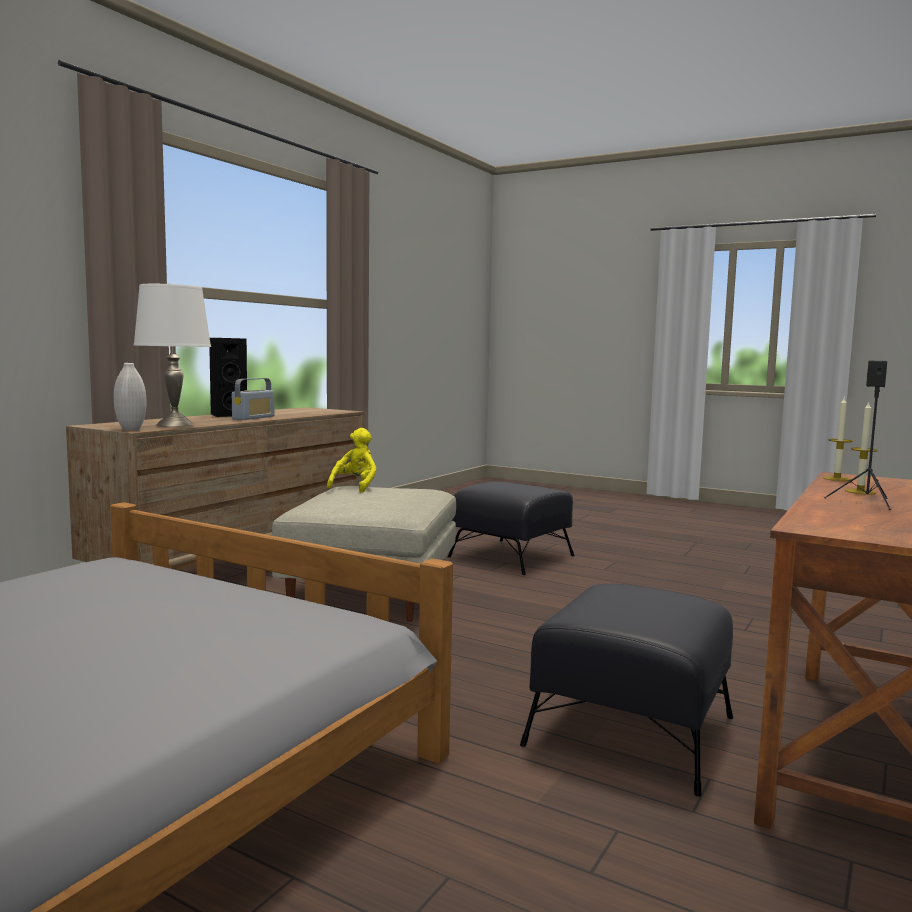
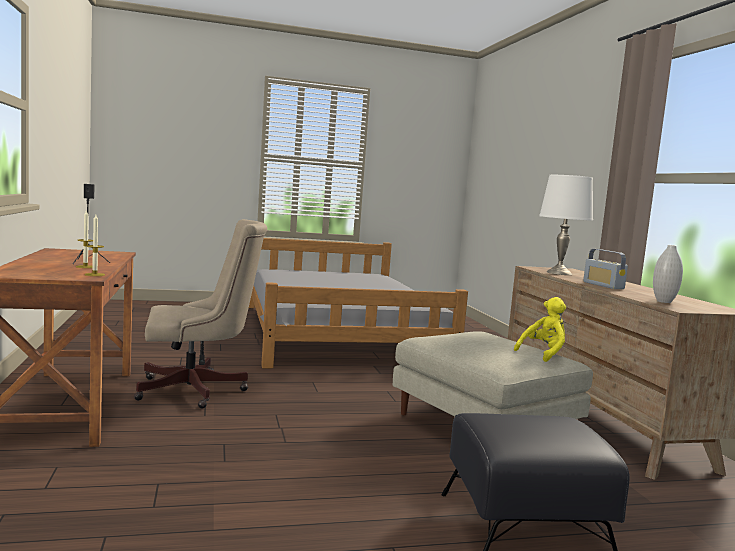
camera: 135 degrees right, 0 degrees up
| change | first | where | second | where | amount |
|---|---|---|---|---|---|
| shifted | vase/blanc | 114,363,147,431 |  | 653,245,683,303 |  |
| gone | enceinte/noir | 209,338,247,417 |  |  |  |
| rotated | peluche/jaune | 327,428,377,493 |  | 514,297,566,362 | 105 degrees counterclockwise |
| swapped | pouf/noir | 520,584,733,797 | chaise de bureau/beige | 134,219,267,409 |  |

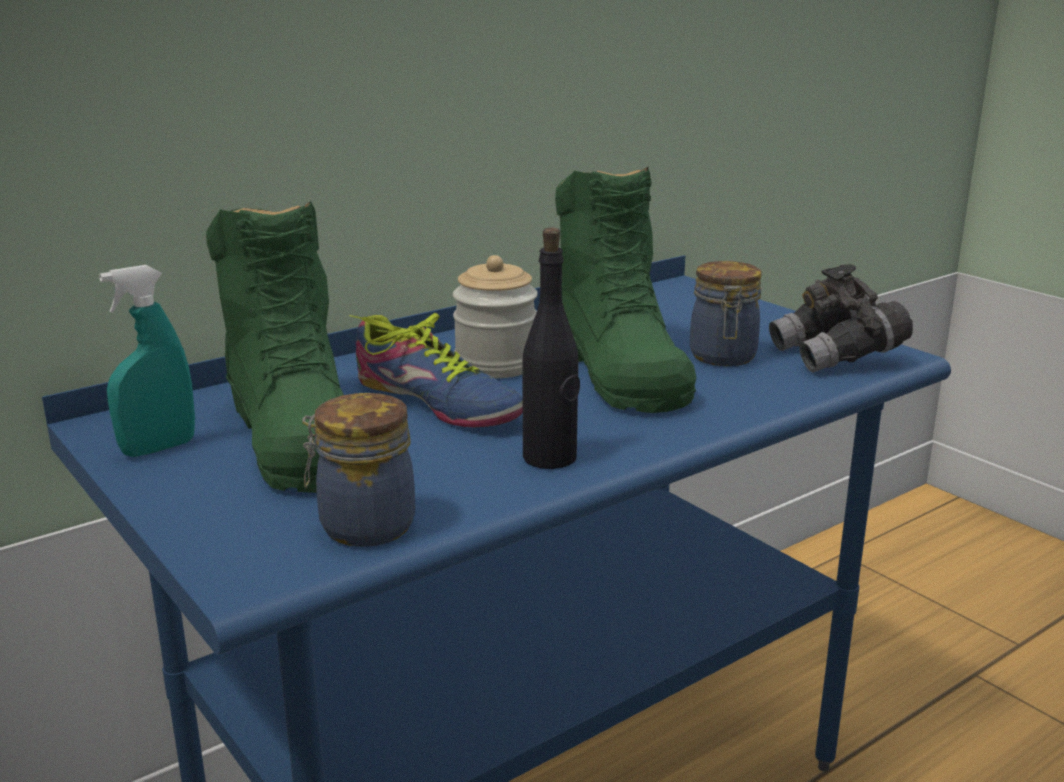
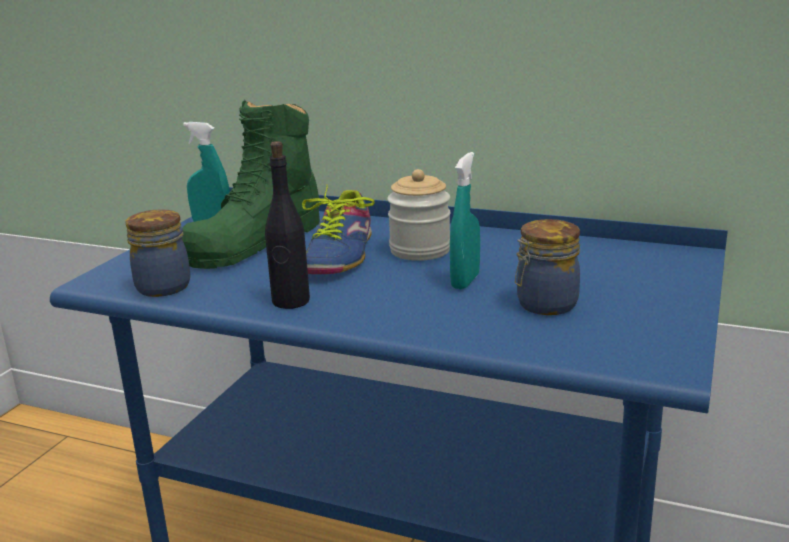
camera: 60 degrees right, 0 degrees up
| change | first | where | second | where | amount |
|---|---|---|---|---|---|
| swapped | botte/vert | 555,167,696,413 | vaporisateur/turquoise | 450,152,480,289 |  |
| gone | jumelles/gris | 769,264,913,372 |  |  |  |

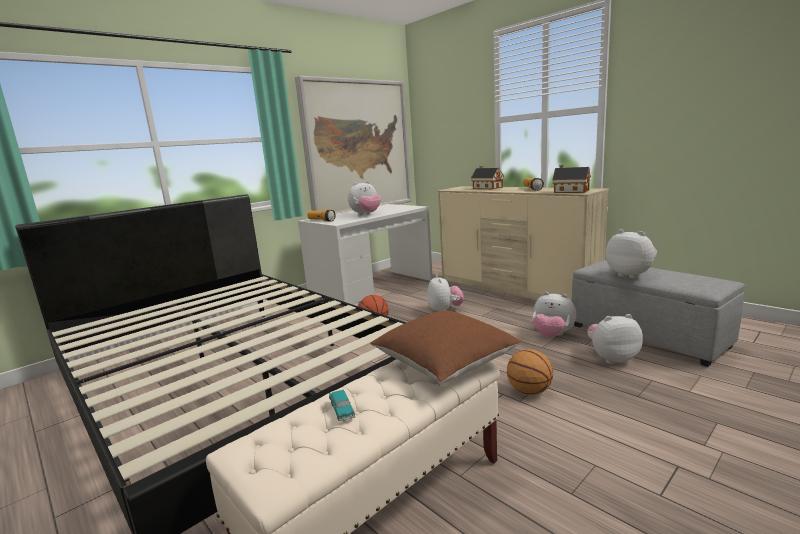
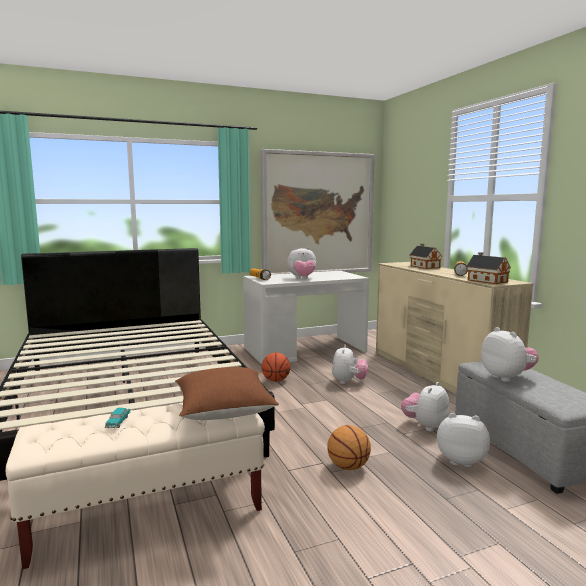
camera: 20 degrees right, 5 degrees down
| change | first | where | second | where | amount |
|---|---|---|---|---|---|
| rotated | peluche | 533,292,576,338 |  | 401,382,449,431 | 75 degrees clockwise |

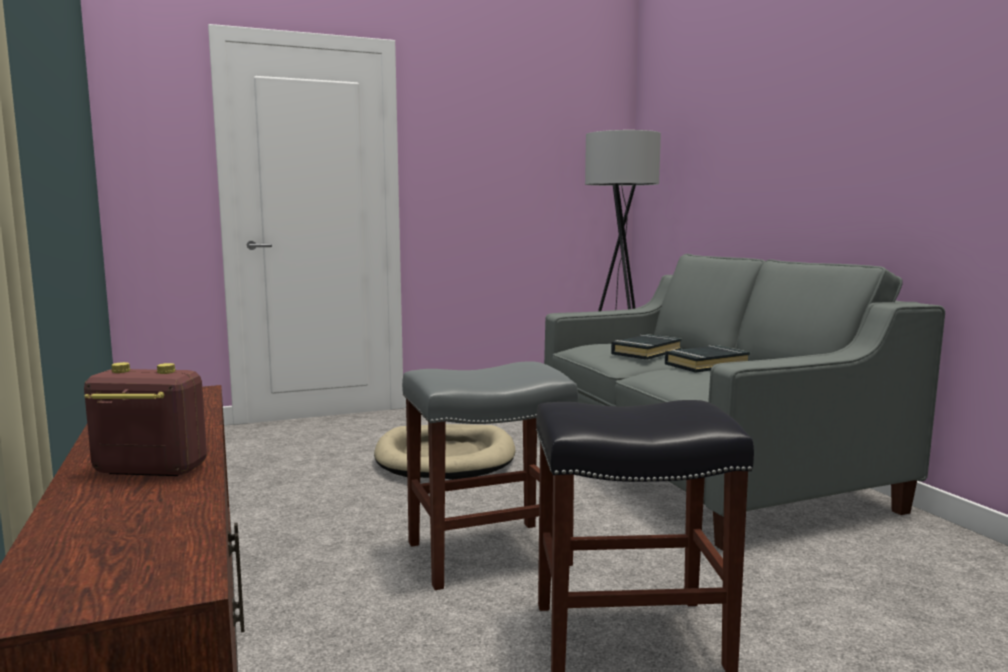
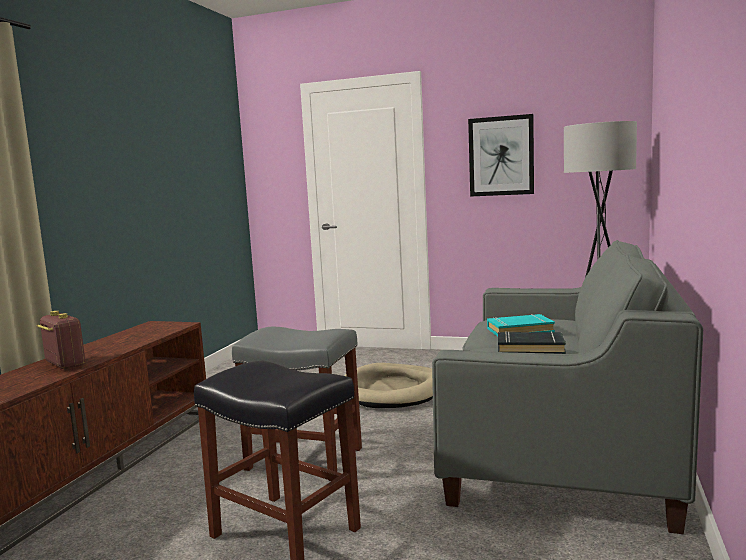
camera: 40 degrees right, 0 degrees up
| change | first | where | second | where | amount |
|---|---|---|---|---|---|
| repainted | livre/noir | 611,334,682,360 | livre/turquoise | 487,314,555,336 |  |
| new |  |  | tableau | 468,114,534,197 |  |

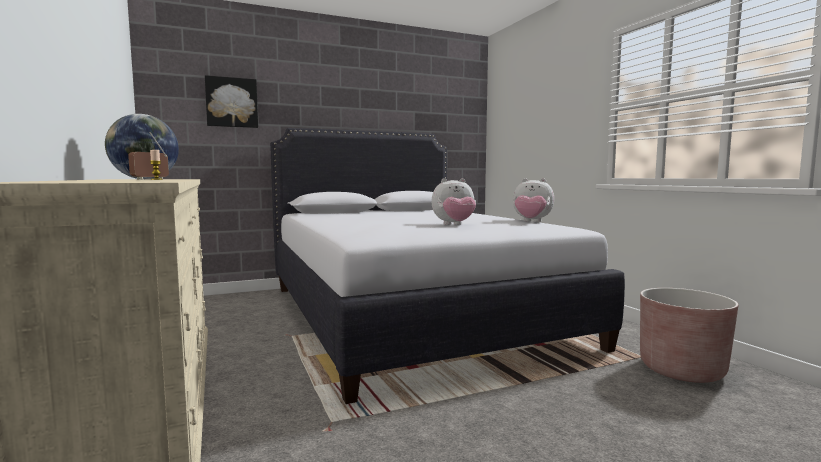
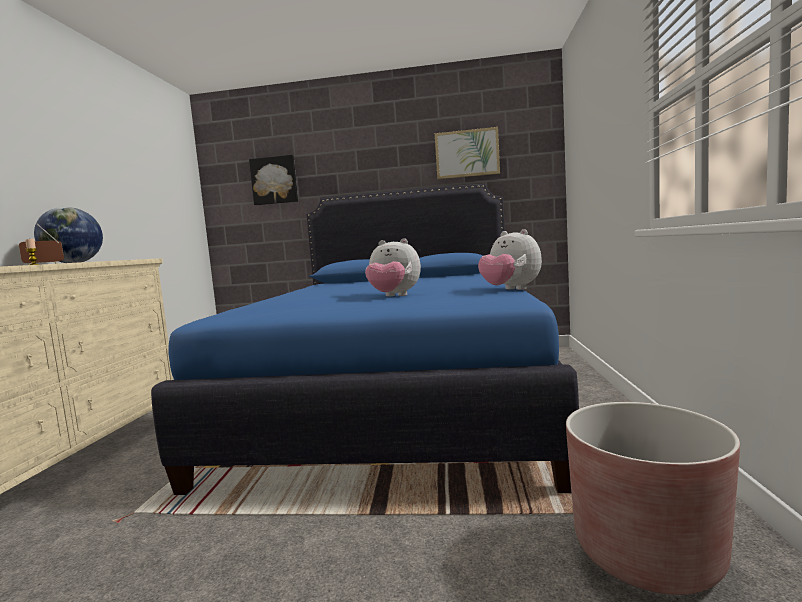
camera: 30 degrees right, 0 degrees up
| change | first | where | second | where | amount |
|---|---|---|---|---|---|
| repainted | lit/blanc | 270,128,625,404 | lit/bleu | 151,184,579,495 |  |
| new |  |  | tableau | 435,127,500,179 |  |

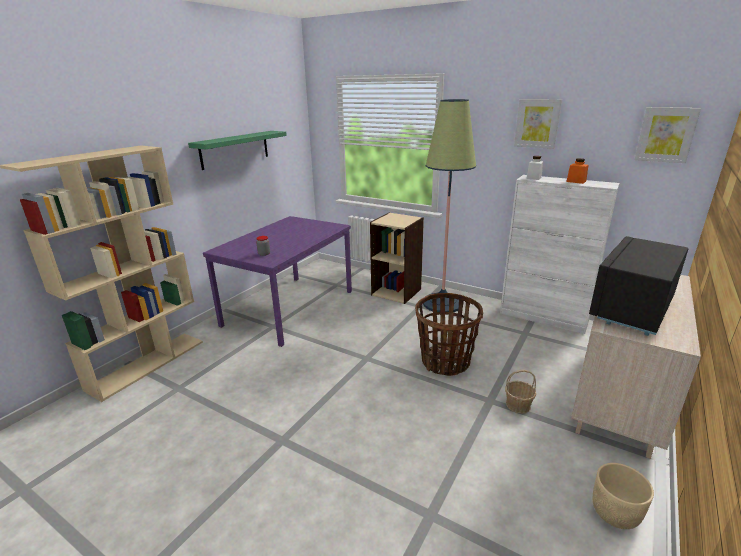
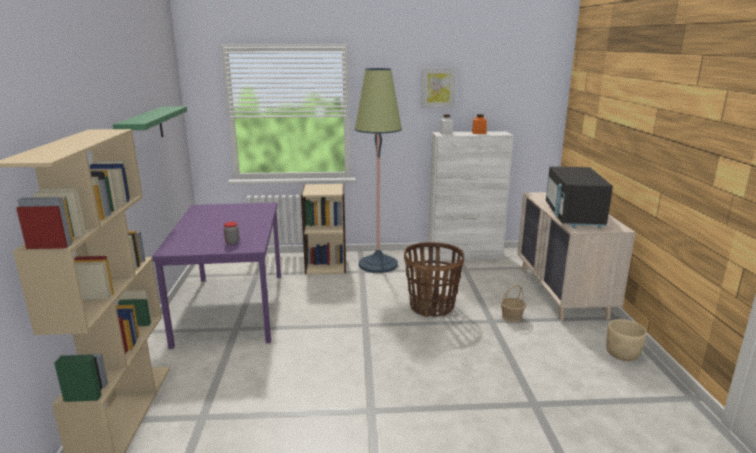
camera: 35 degrees left, 5 degrees down
| change | first | where | second | where | amount |
|---|---|---|---|---|---|
| gone | tableau | 635,107,701,163 |  |  |  |

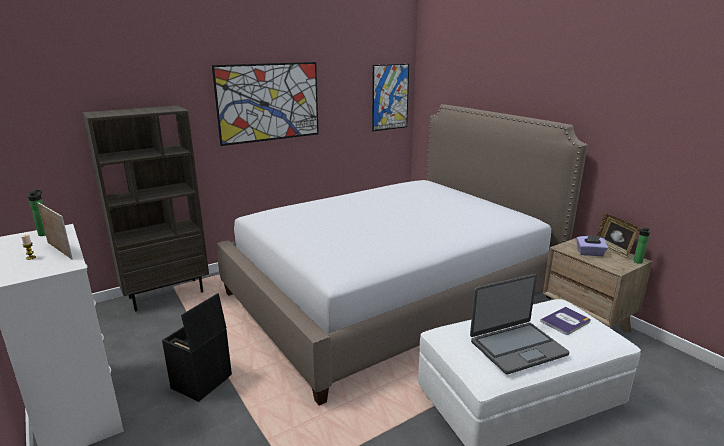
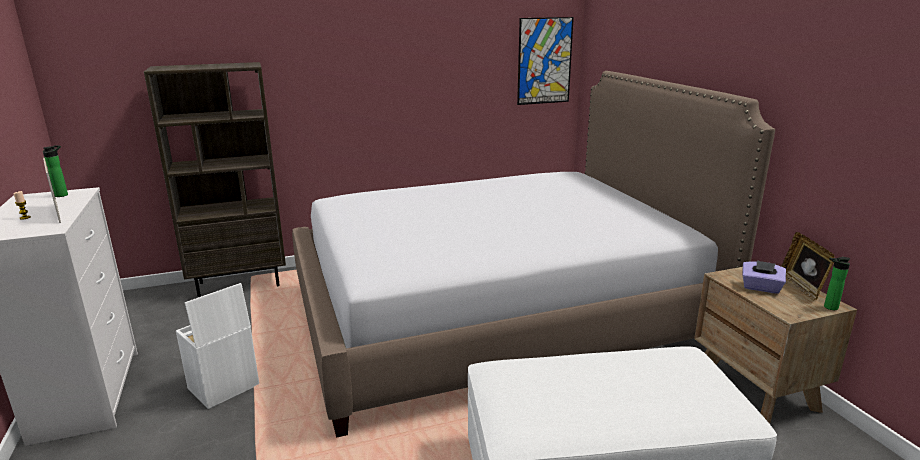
camera: 15 degrees right, 0 degrees up
| change | first | where | second | where | amount |
|---|---|---|---|---|---|
| repainted | boîte de rangement/noir | 162,293,232,402 | boîte de rangement/blanc | 176,283,259,409 |  |
| gone | tableau | 212,62,319,146 |  |  |  |
| gone | ordinateur portable | 470,274,569,374 |  |  |  |
| gone | livre | 540,307,591,335 |  |  |  |

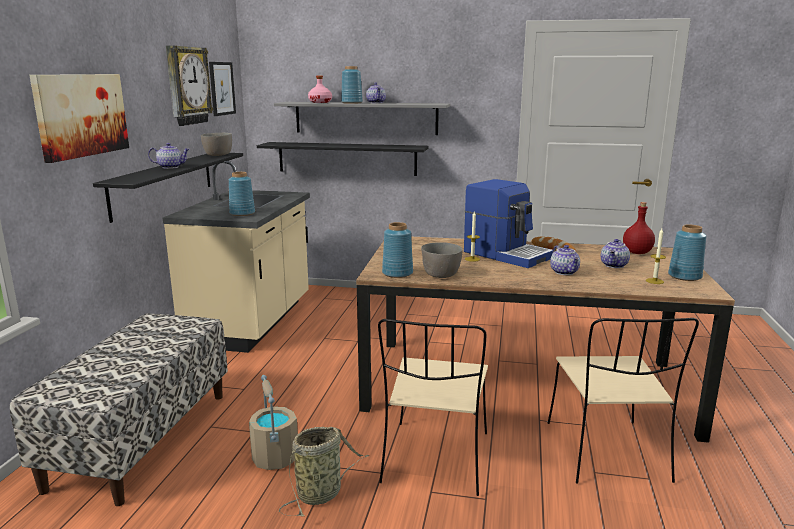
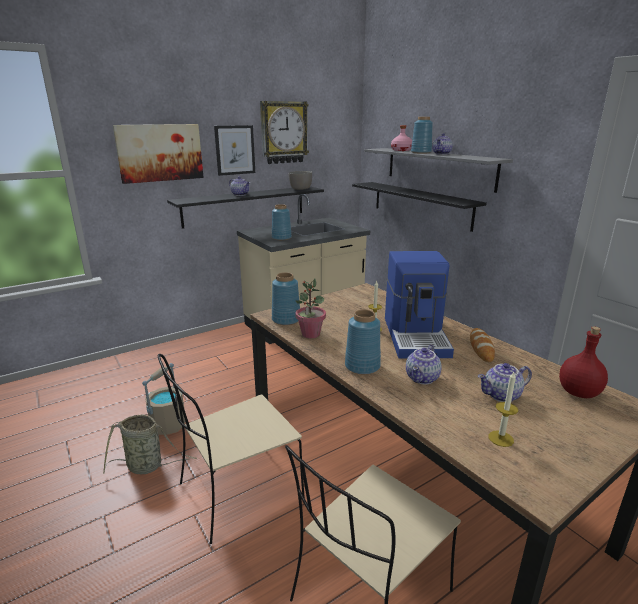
camera: 45 degrees right, 5 degrees up
| change | first | where | second | where | amount |
|---|---|---|---|---|---|
| gone | banc | 10,313,228,506 |  |  |  |
| shifted | tableau | 209,62,236,116 |  | 214,125,255,176 |  |
| swapped | bol/gris | 421,242,463,278 | plante en pot | 295,278,326,338 |  |
| shifted | vase/bleu | 668,225,706,281 |  | 345,309,381,375 |  |

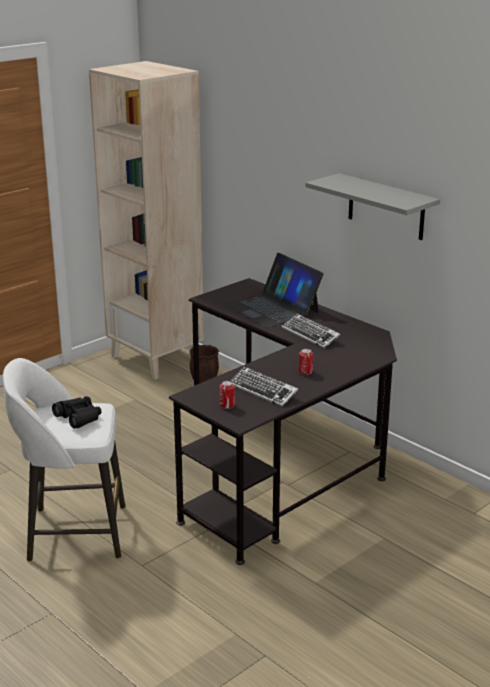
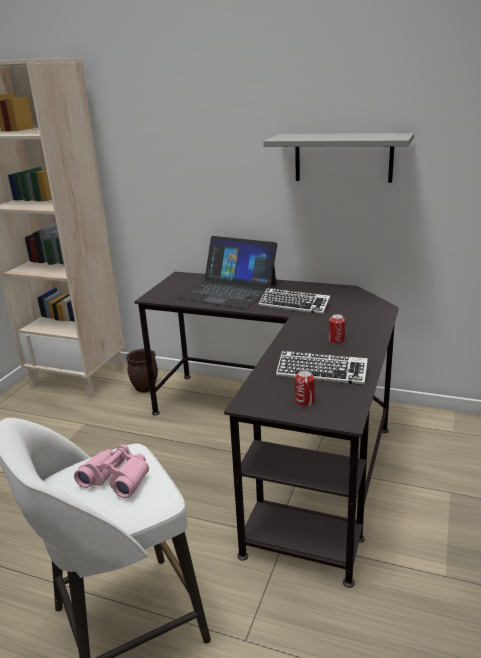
camera: 25 degrees left, 0 degrees up
| change | first | where | second | where | amount |
|---|---|---|---|---|---|
| repainted | jumelles/noir | 52,396,101,429 | jumelles/rose | 74,444,149,498 |  |

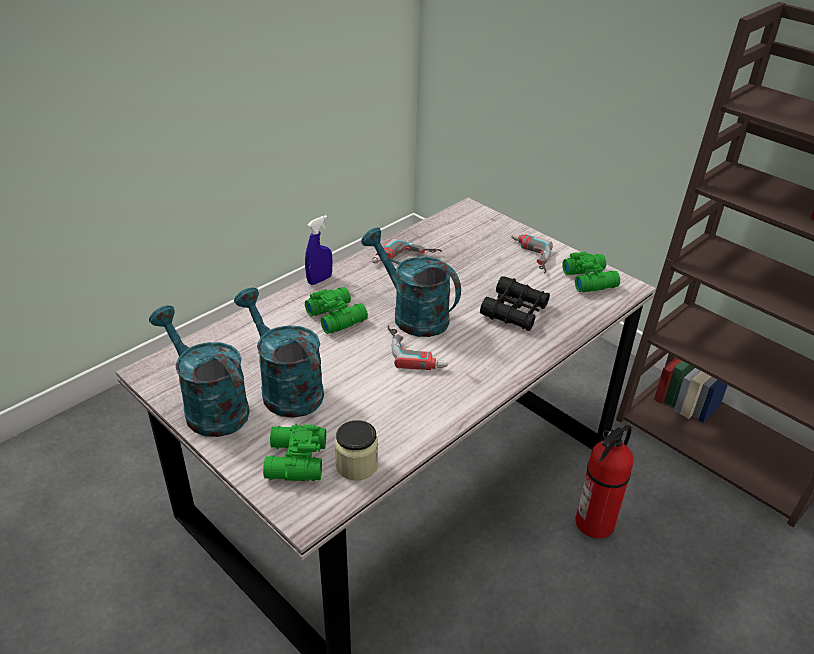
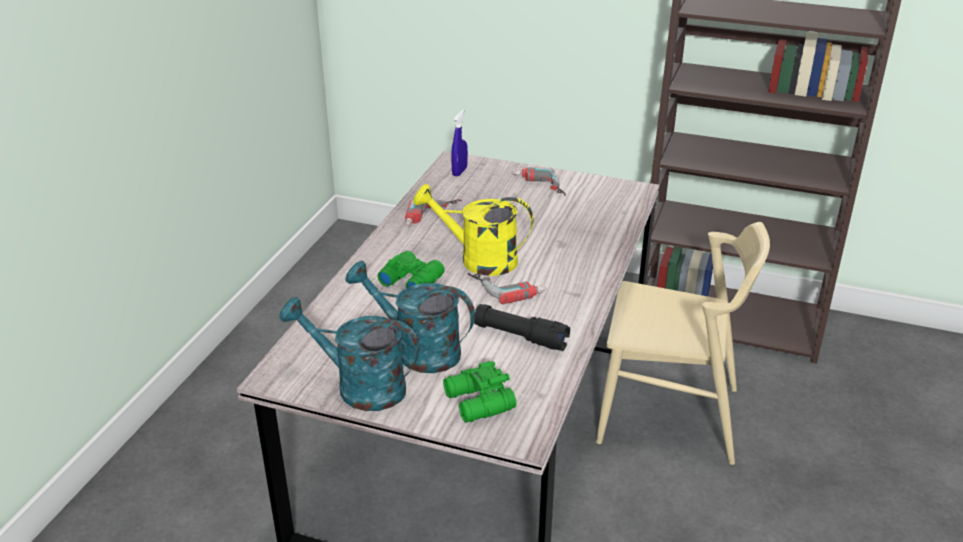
camera: 25 degrees left, 5 degrees down
| change | first | where | second | where | amount |
|---|---|---|---|---|---|
| shifted | vaporisateur/bleu | 305,215,333,285 |  | 451,110,468,176 |  |
| gone | bocal | 335,420,378,480 |  |  |  |
| repainted | arrosoir/turquoise | 361,228,461,337 | arrosoir/jaune | 413,184,533,276 |  |
| gone | jumelles/noir | 480,276,550,331 |  |  |  |
| gone | jumelles/vert | 562,252,620,292 |  |  |  |
| swapped | extincteur | 575,425,634,539 | chaise/beige | 596,222,770,465 |  |
| new |  |  | lampe de poche/noir | 474,304,570,351 |  |

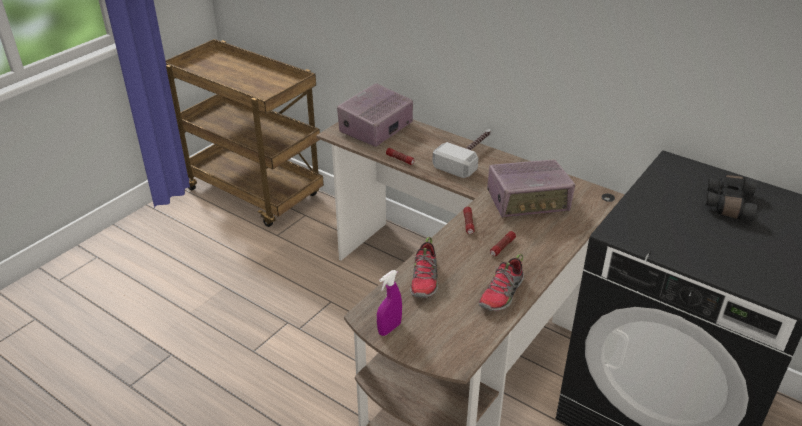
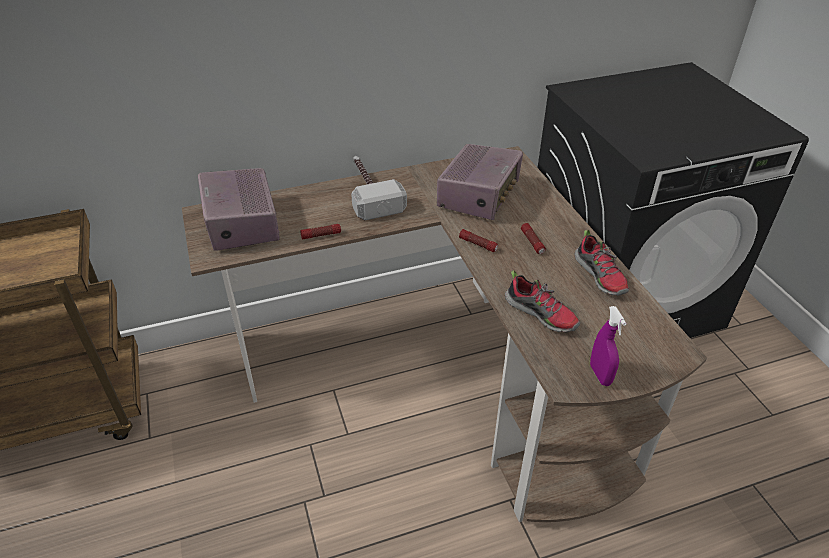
camera: 55 degrees left, 5 degrees up
| change | first | where | second | where | amount |
|---|---|---|---|---|---|
| gone | jumelles/noir | 705,175,757,222 |  |  |  |

